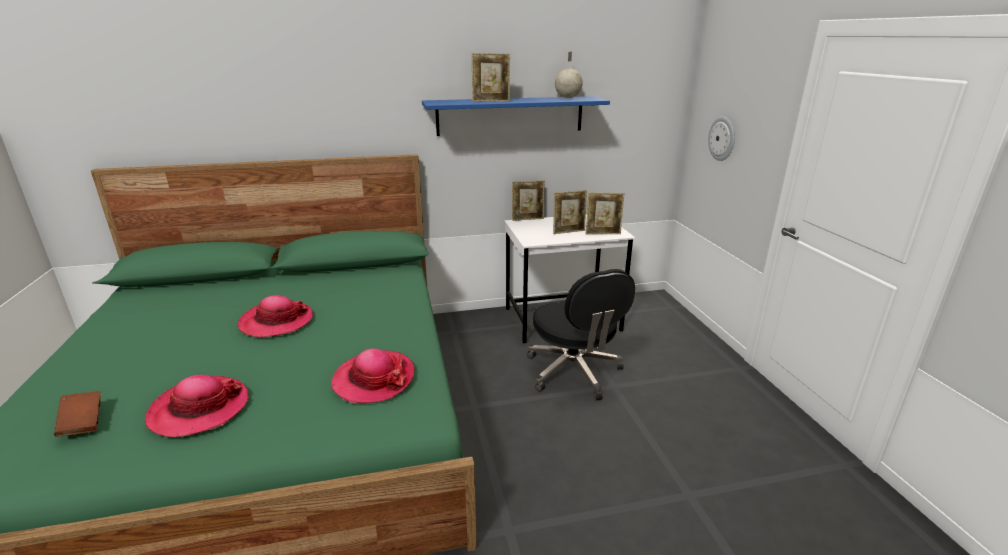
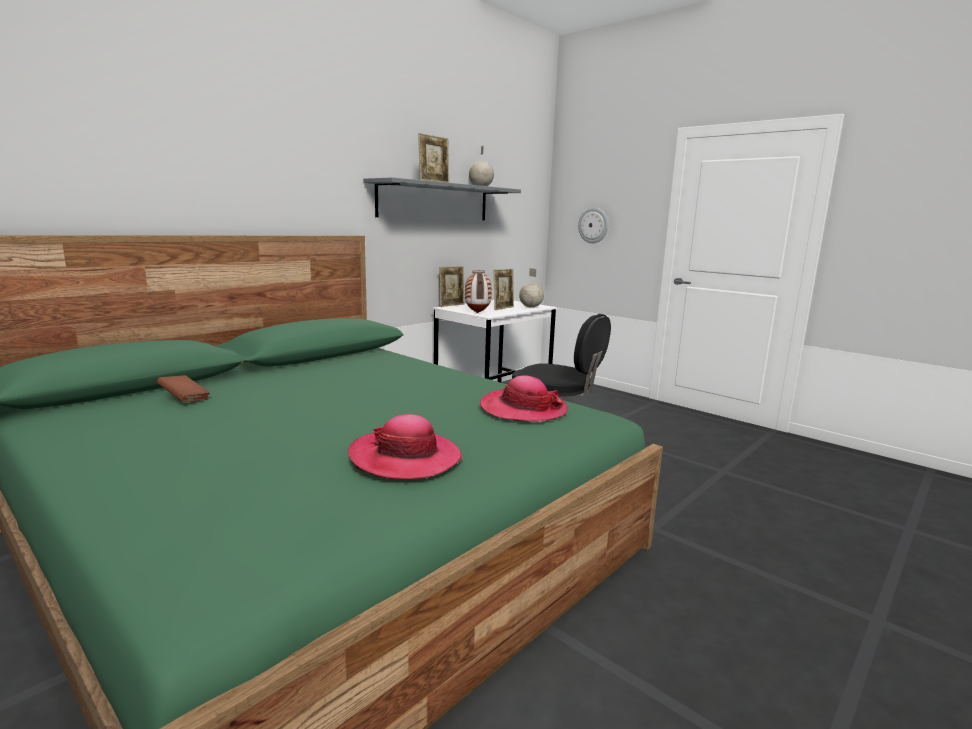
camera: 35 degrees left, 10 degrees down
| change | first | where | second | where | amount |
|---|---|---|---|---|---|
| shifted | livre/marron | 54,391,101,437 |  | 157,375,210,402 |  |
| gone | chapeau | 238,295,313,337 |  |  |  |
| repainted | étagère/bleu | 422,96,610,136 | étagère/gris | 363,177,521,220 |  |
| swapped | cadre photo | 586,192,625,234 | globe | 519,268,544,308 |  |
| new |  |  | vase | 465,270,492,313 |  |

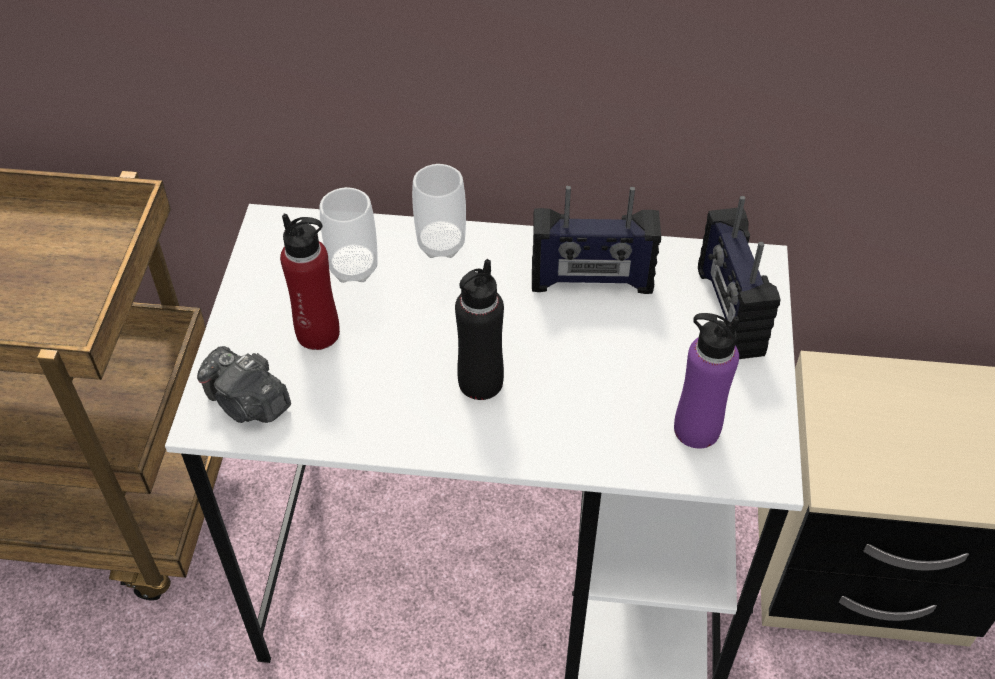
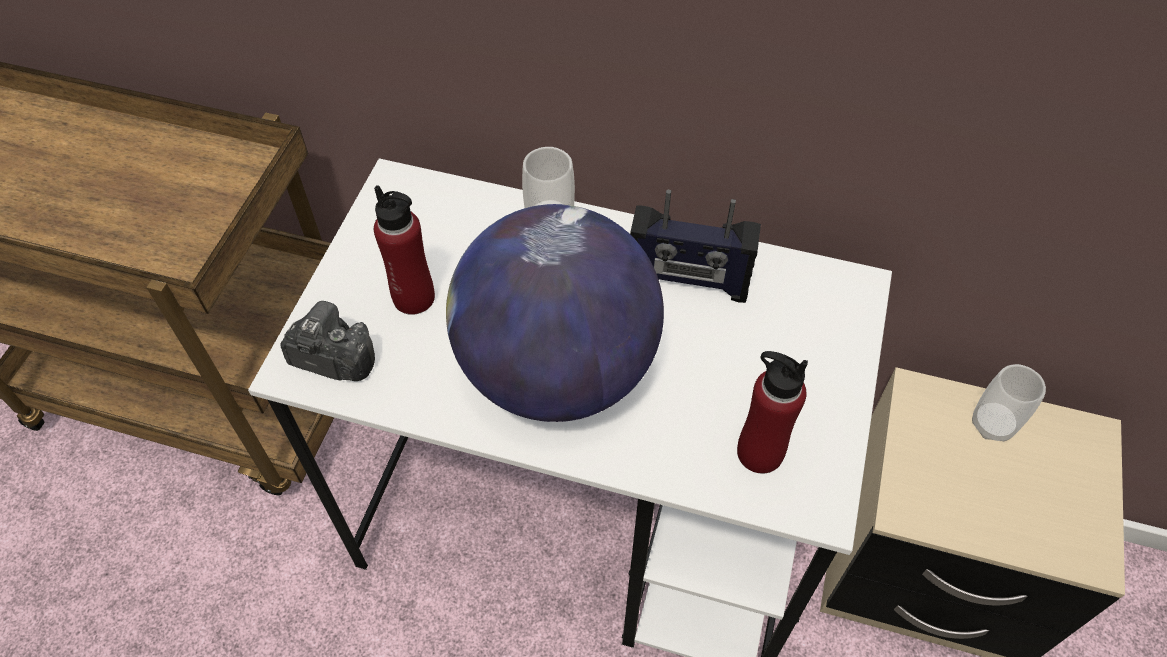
camera: 10 degrees right, 5 degrees up
| change | first | where | second | where | amount |
|---|---|---|---|---|---|
| rotated | appareil photo | 197,346,291,423 |  | 280,301,375,381 | 150 degrees clockwise |
| shifted | tasse | 319,187,378,283 |  | 972,364,1046,441 |  |
| swapped | bouteille/noir | 455,259,504,400 | globe | 446,204,664,422 |  |
| repainted | bouteille/violet | 674,313,739,448 | bouteille/rouge | 737,351,808,474 |  |
| gone | radio | 698,196,780,359 |  |  |  |

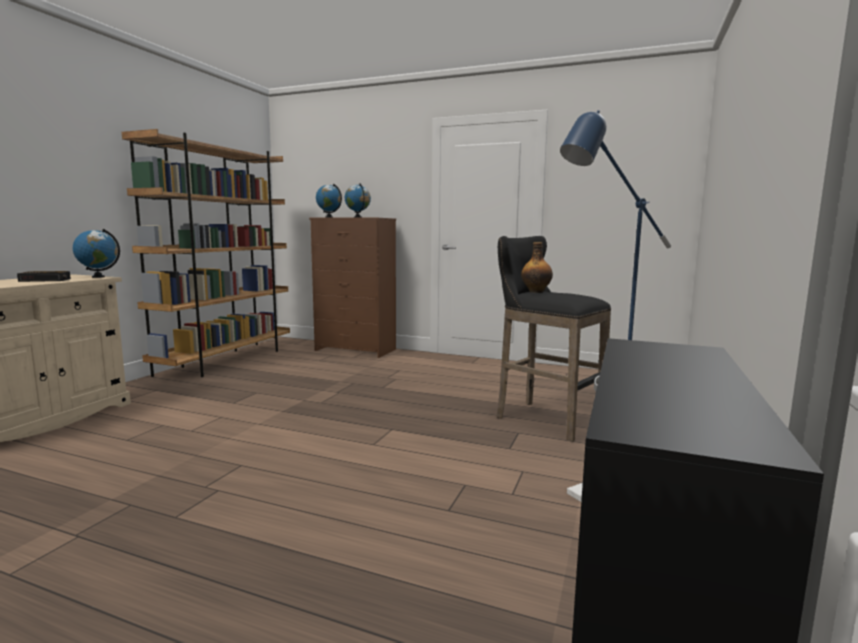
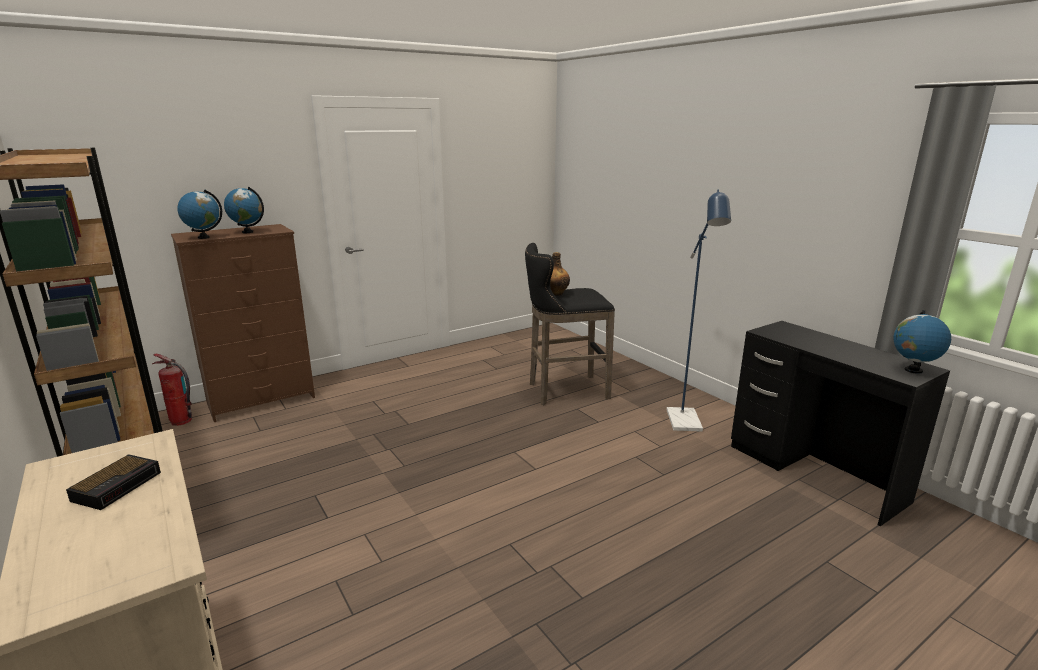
camera: 55 degrees left, 10 degrees up
| change | first | where | second | where | amount |
|---|---|---|---|---|---|
| shifted | globe | 73,229,120,278 |  | 894,310,951,374 |  |
| new |  |  | extincteur | 152,354,192,426 |  |

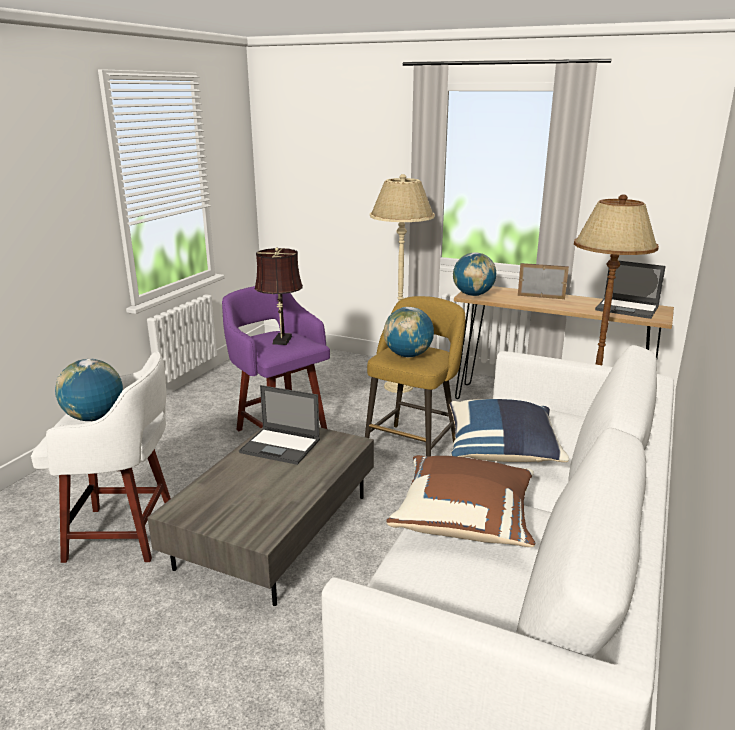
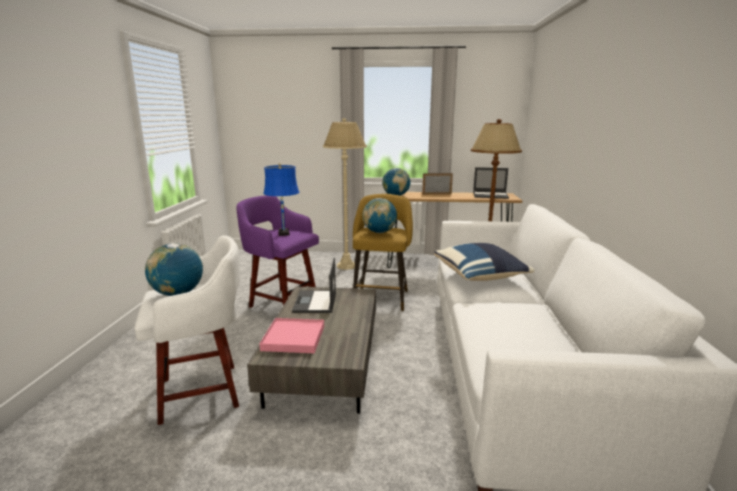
camera: 20 degrees left, 5 degrees down
| change | first | where | second | where | amount |
|---|---|---|---|---|---|
| rotated | ordinateur portable | 239,385,320,465 |  | 292,258,336,313 | 90 degrees clockwise |
| repainted | lampe de table/marron | 255,248,303,345 | lampe de table/bleu | 263,163,299,236 |  |
| gone | coussin/marron | 386,455,536,547 |  |  |  |
| new |  |  | plateau/rose | 259,318,324,353 |  |

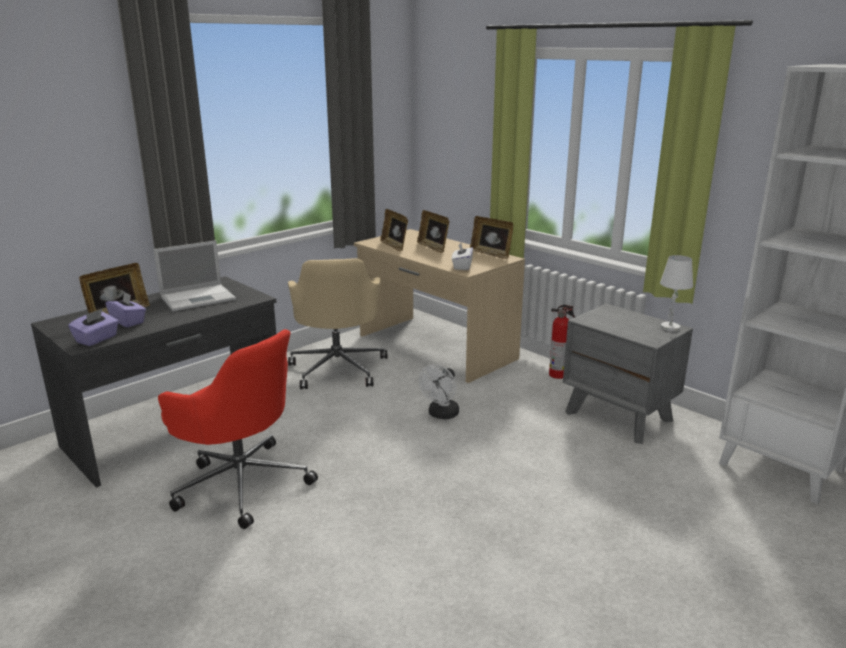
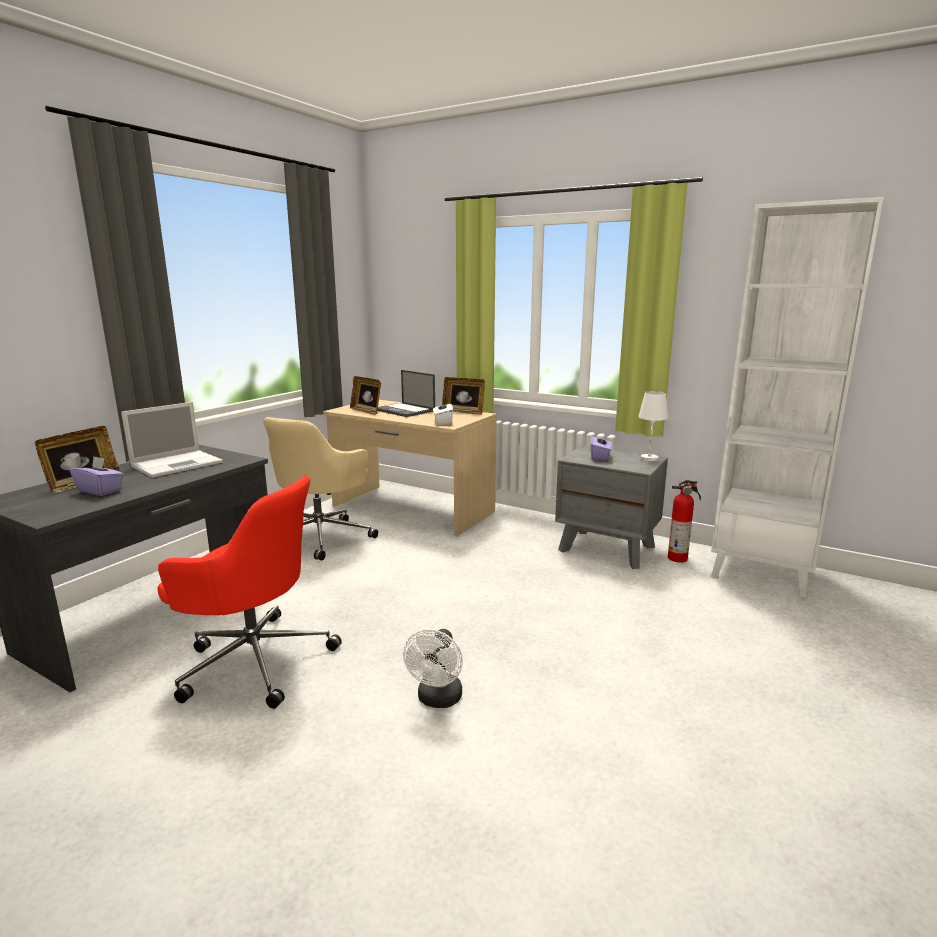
camera: 15 degrees left, 5 degrees down
| change | first | where | second | where | amount |
|---|---|---|---|---|---|
| shifted | boîte à mouchoirs/violet | 68,309,119,346 |  | 591,435,612,461 |  |
| rotated | chaise de bureau/beige | 288,258,387,389 |  | 263,417,378,560 | 45 degrees clockwise |
| swapped | cadre photo | 417,210,450,253 | ordinateur portable | 377,370,435,417 |  |
| shifted | ventilateur/blanc | 419,364,459,420 |  | 403,629,463,708 |  |
| shifted | extincteur | 549,305,575,379 |  | 668,480,701,563 |  |

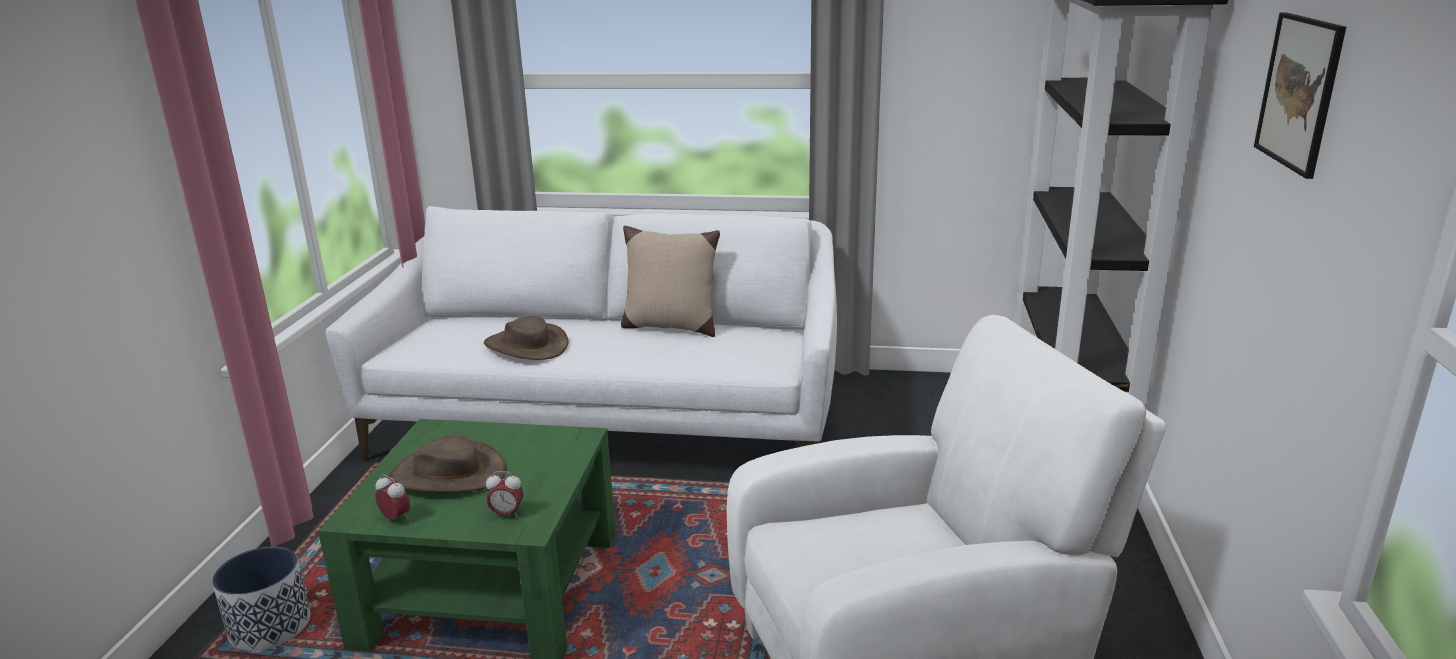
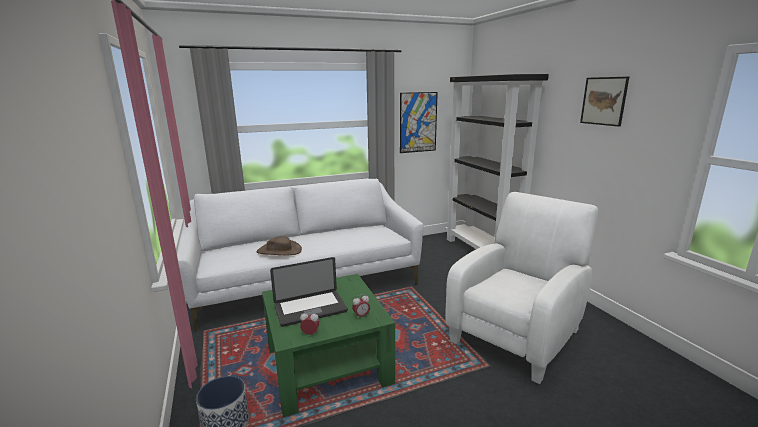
camera: 30 degrees left, 5 degrees down
| change | first | where | second | where | amount |
|---|---|---|---|---|---|
| swapped | chapeau/marron | 389,435,506,492 | ordinateur portable | 270,257,348,327 |  |
| gone | coussin/beige | 621,226,720,337 |  |  |  |
| new |  |  | tableau | 400,92,438,153 |  |

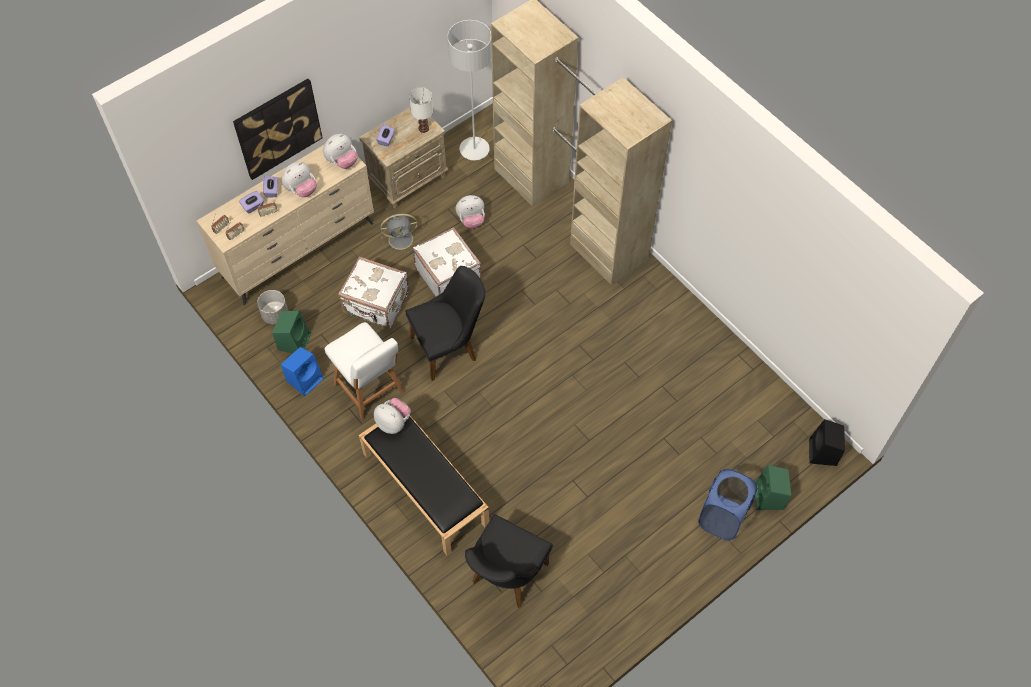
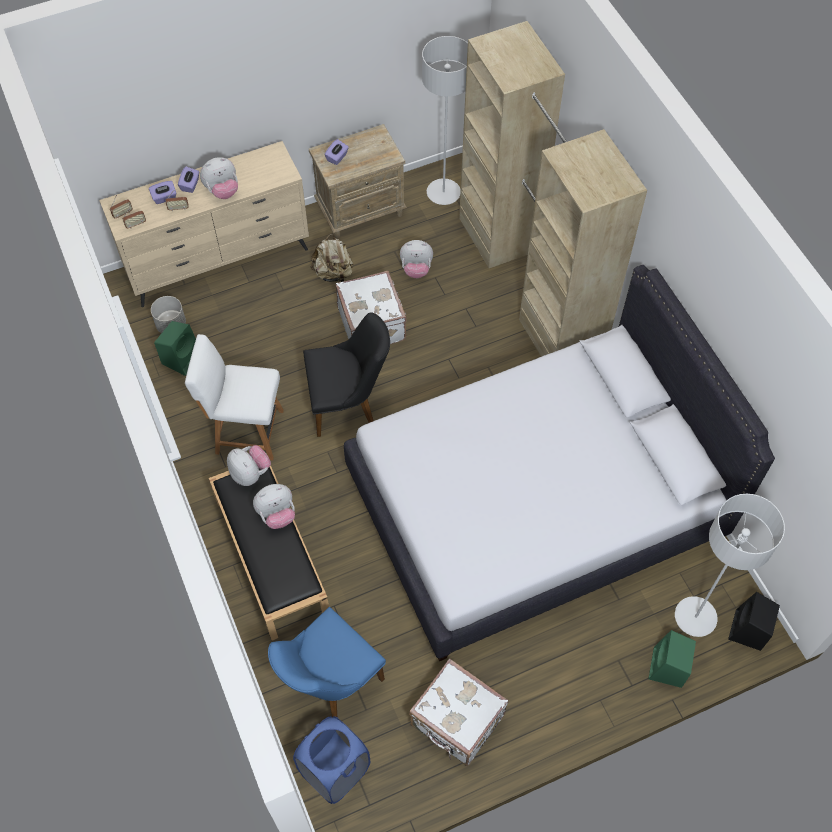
camera: 15 degrees right, 0 degrees up
| change | first | where | second | where | amount |
|---|---|---|---|---|---|
| gone | tableau | 233,79,323,180 |  |  |  |
| gone | enceinte/bleu | 281,347,324,396 |  |  |  |
| shifted | peluche | 323,134,358,169 |  | 253,484,295,529 |  |
| rotated | chaise/blanc | 325,322,404,420 |  | 185,334,284,461 | 120 degrees clockwise |
| shifted | valise/blanc | 338,257,409,329 |  | 409,659,508,766 |  |
| swapped | ventilateur/gris | 380,214,419,254 | sac à dos/beige | 310,234,354,282 |  |
| gone | lampe de table/blanc | 409,87,433,133 |  |  |  |
| repainted | chaise/noir | 465,514,553,608 | chaise/bleu | 268,607,386,717 |  |
| shifted | panier à linge/bleu | 698,469,757,541 |  | 293,716,370,804 |  |
| new |  |  | lit/blanc | 344,265,775,661 |  |
| new |  |  | lampadaire/gris | 675,494,785,637 |  |

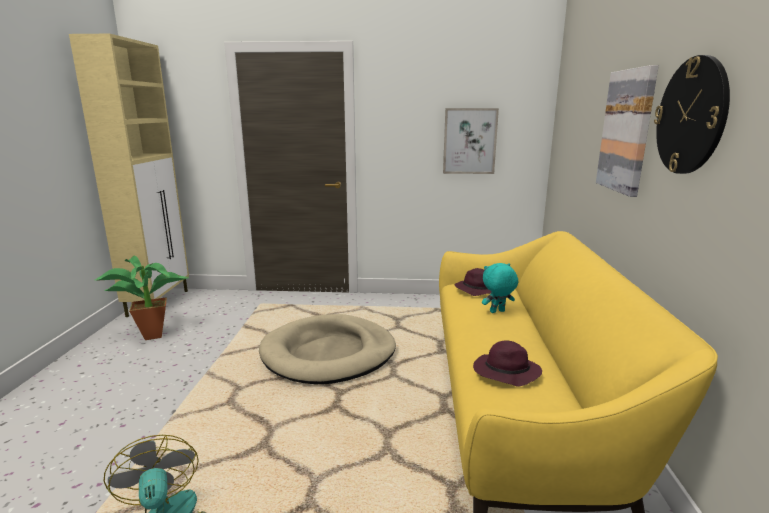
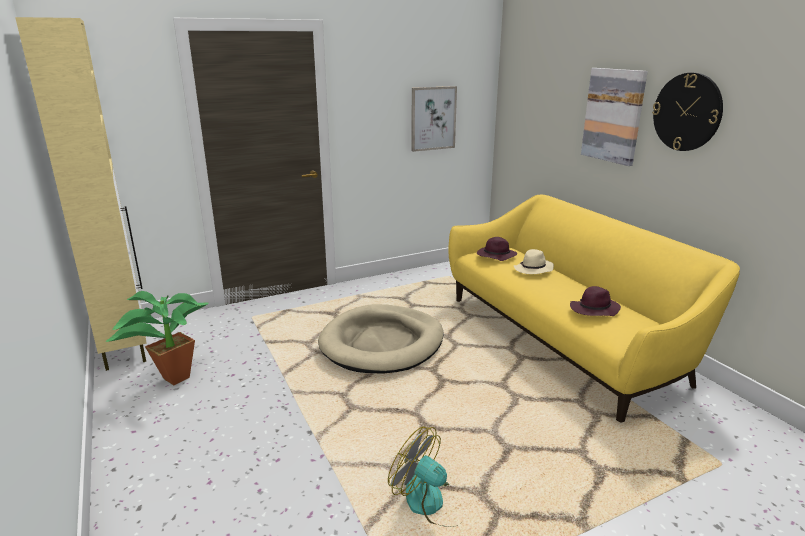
camera: 30 degrees left, 5 degrees up
| change | first | where | second | where | amount |
|---|---|---|---|---|---|
| swapped | peluche/turquoise | 482,263,518,313 | chapeau/beige | 514,249,554,274 |  |

